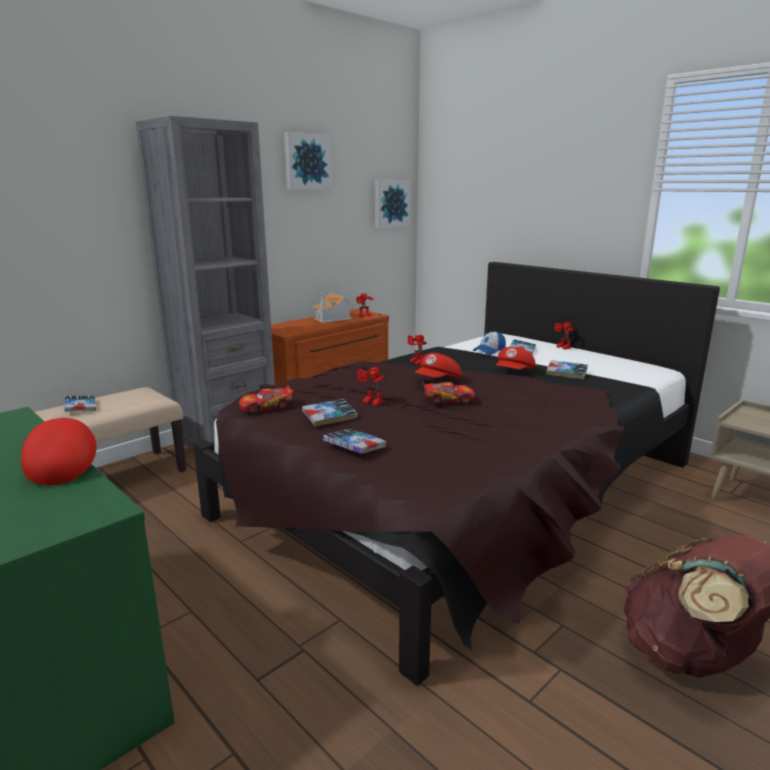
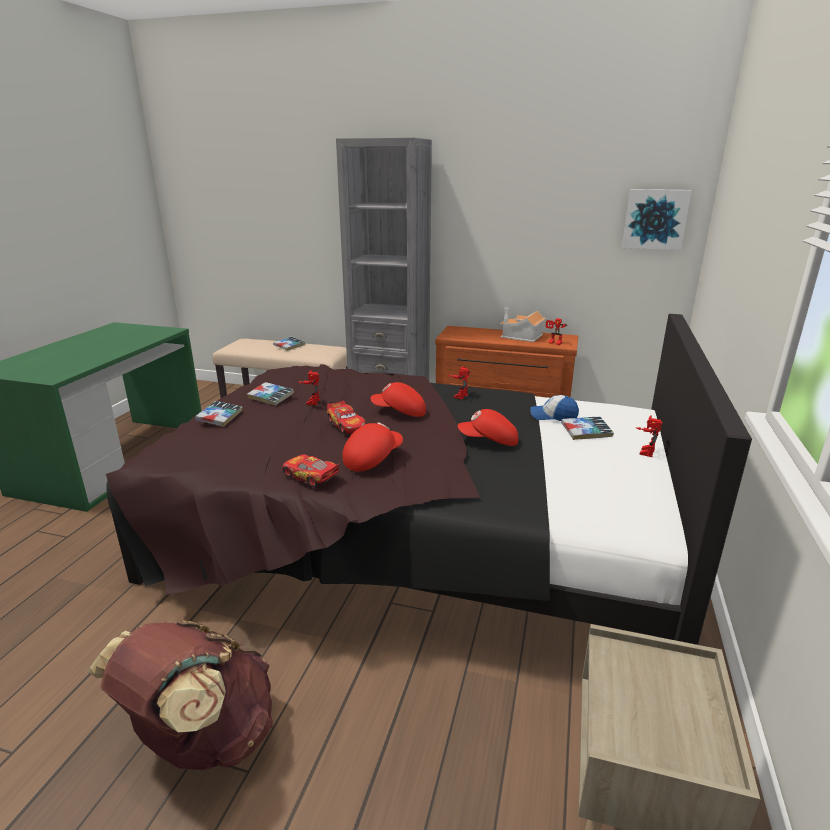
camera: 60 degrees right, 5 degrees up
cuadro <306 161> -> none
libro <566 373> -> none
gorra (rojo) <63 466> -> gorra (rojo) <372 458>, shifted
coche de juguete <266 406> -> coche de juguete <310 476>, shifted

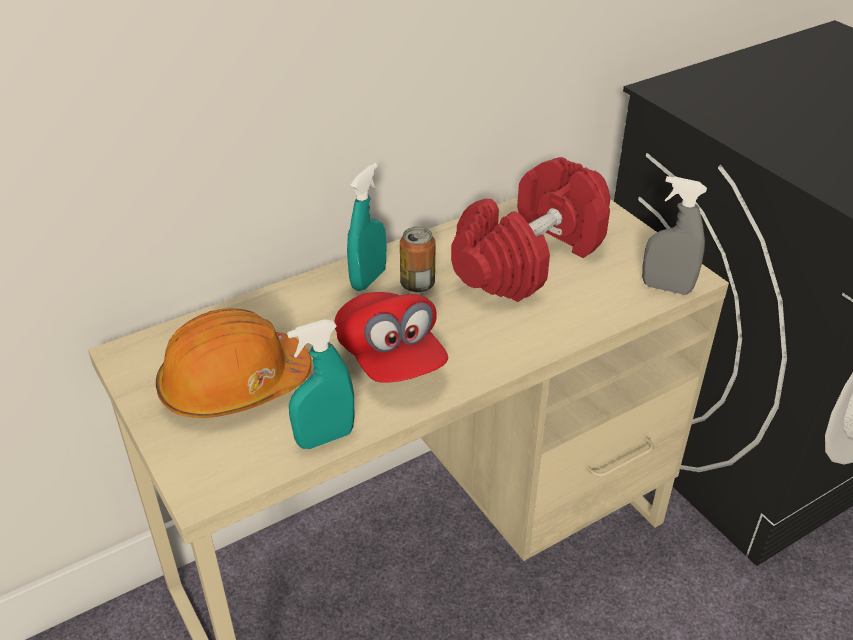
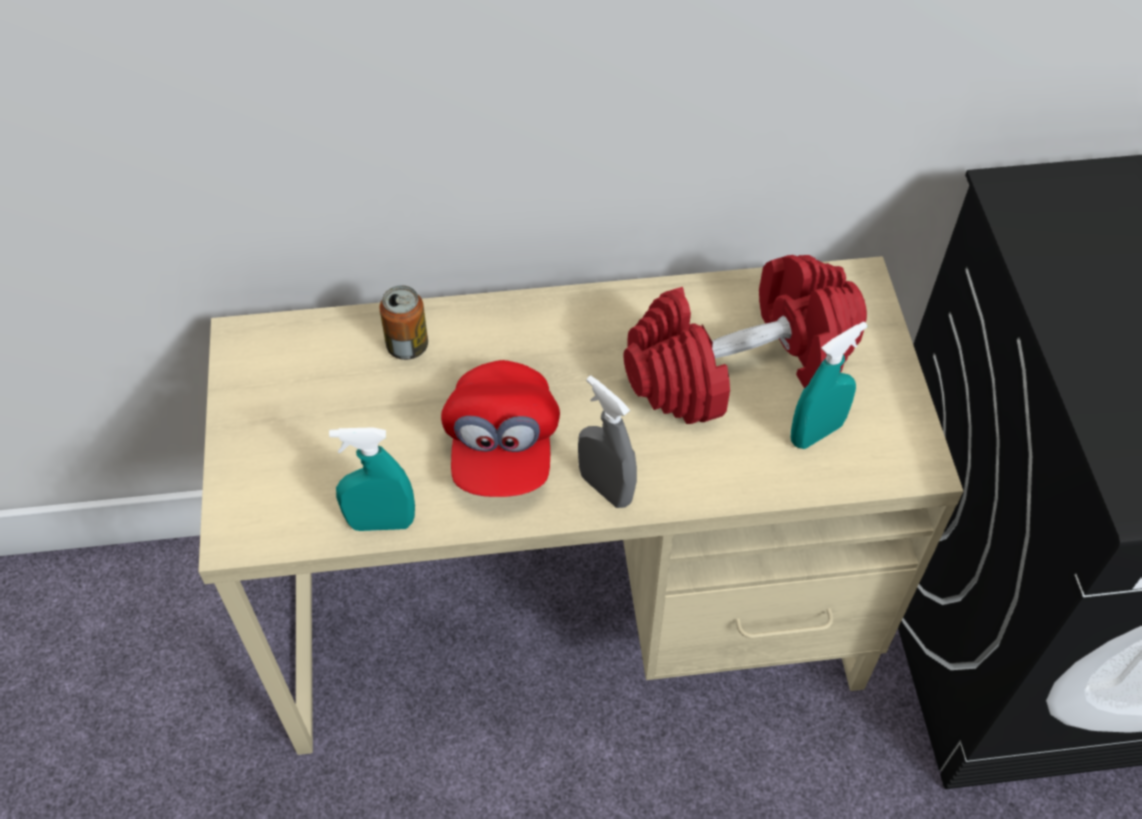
camera: 25 degrees right, 15 degrees up
casco (naranja) <234 385> -> none
pulverizador (turquesa) <368 279> -> pulverizador (turquesa) <816 433>, shifted
lata <417 284> -> lata <407 346>, shifted
pulverizador (gris) <666 288> -> pulverizador (gris) <605 488>, shifted

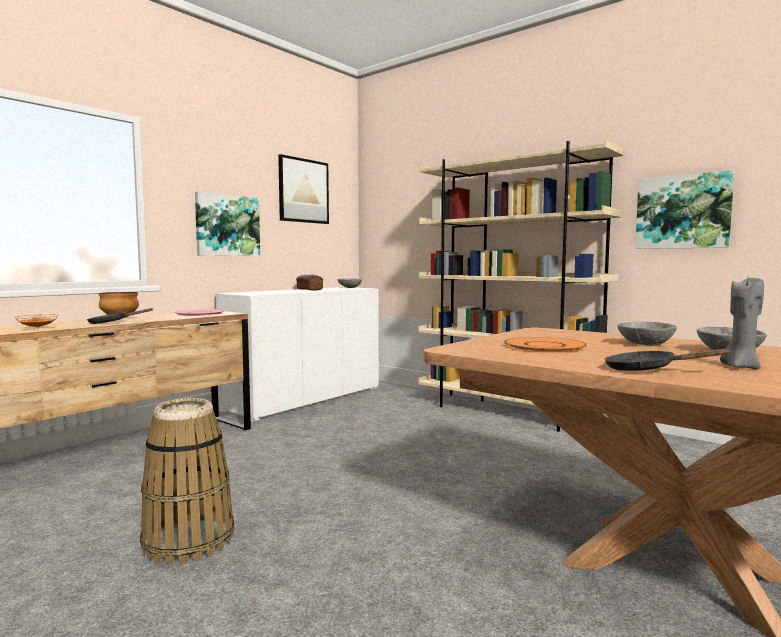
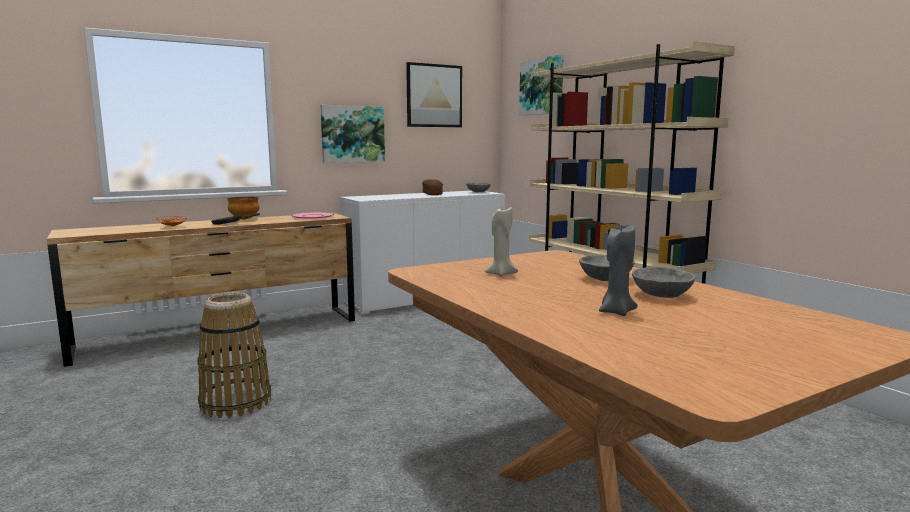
camera: 20 degrees right, 5 degrees up
sartén (negro) <647 370> -> none
cuadro <683 212> -> cuadro <542 86>, shifted
plato (naranja) <545 346> -> vela (beis) <501 274>

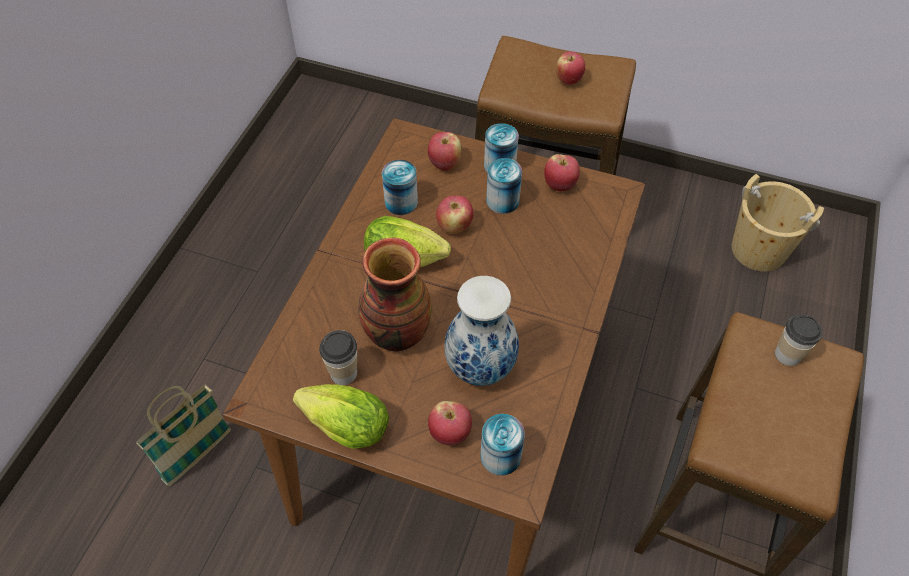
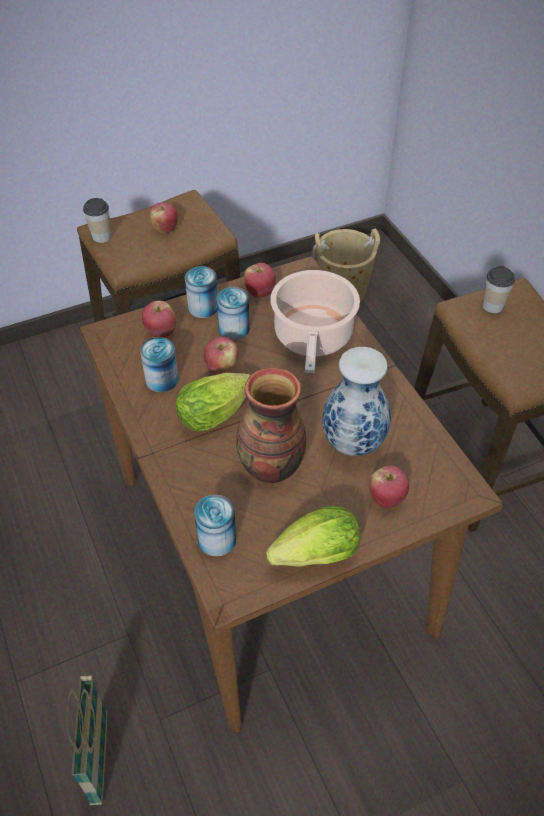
camera: 45 degrees left, 5 degrees down
none -> olla <312 338>
taza <343 373> -> taza <101 236>, shifted
lata <500 456> -> lata <217 539>, shifted

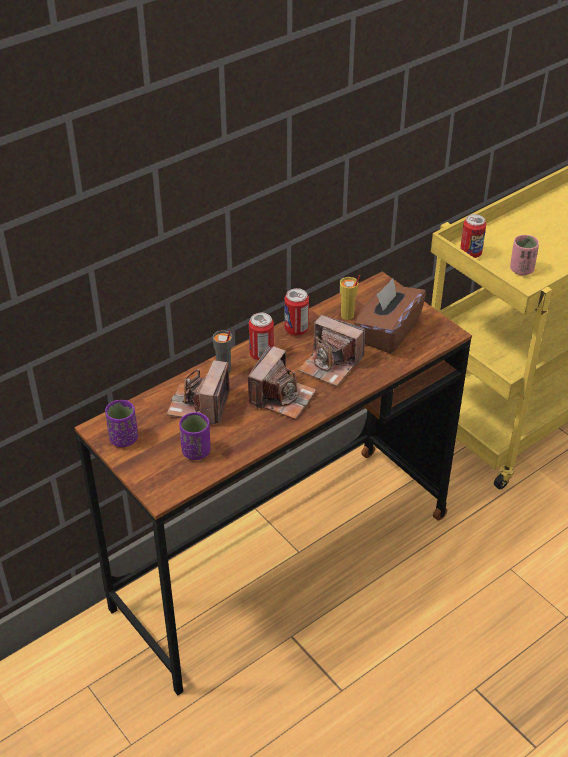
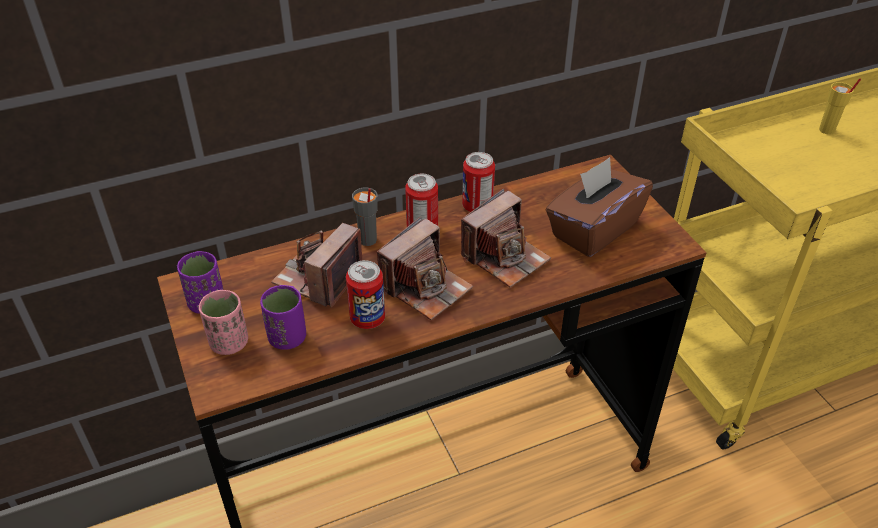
camera: 15 degrees right, 0 degrees up
taza (amarillo) <347 316> -> taza (amarillo) <827 130>, shifted
lata <470 253> -> lata <367 319>, shifted
taza (rosa) <521 270> -> taza (rosa) <229 343>, shifted
cámara <330 364> -> cámara <504 257>, 90 degrees counterclockwise

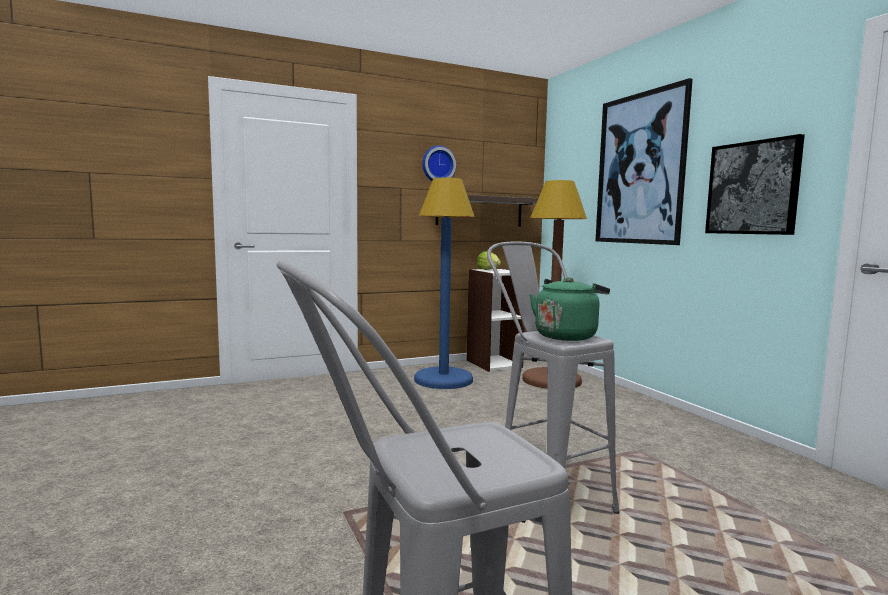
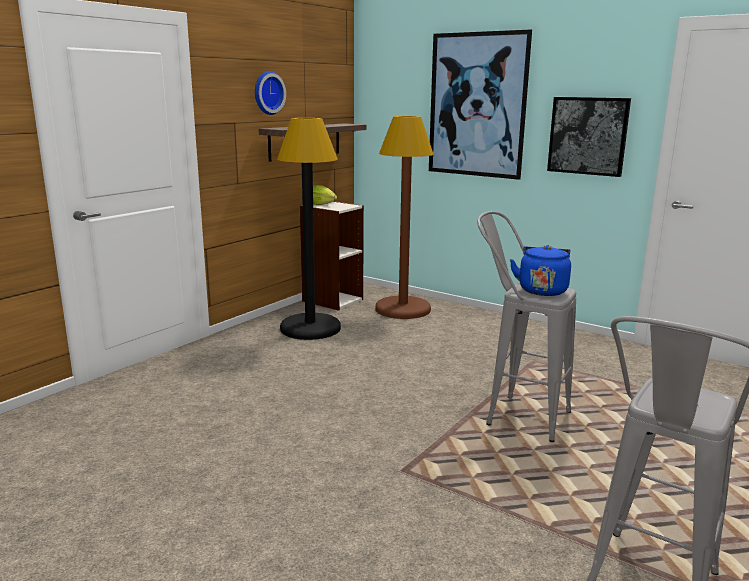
camera: 30 degrees left, 10 degrees up
lámpara de pie (azul) <443 380> -> lámpara de pie (negro) <310 328>
hervidor (verde) <567 336> -> hervidor (azul) <542 290>

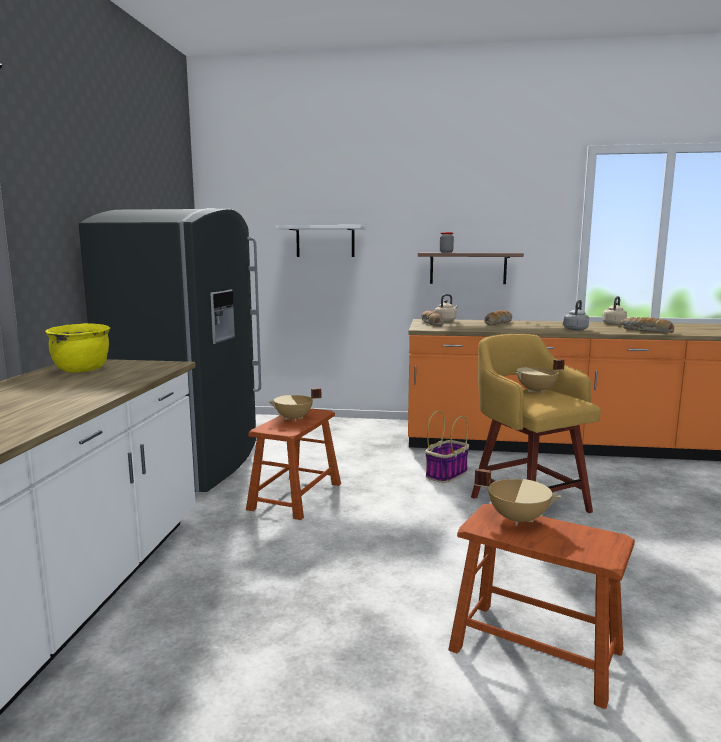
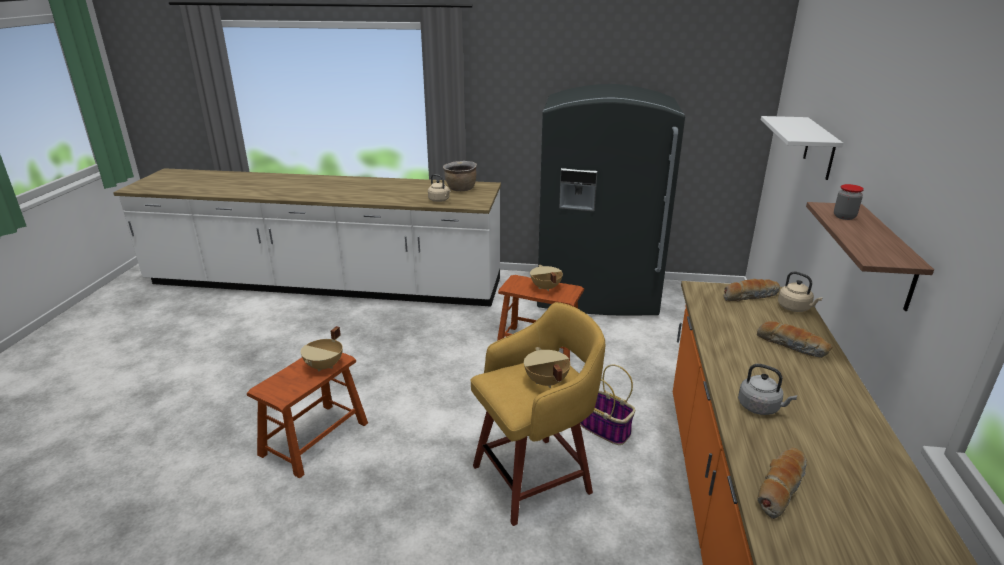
camera: 90 degrees right, 15 degrees up
hervidor (beis) <614 324> -> hervidor (beis) <440 200>, shifted
olla (amarillo) <82 370> -> olla (marrón) <461 189>

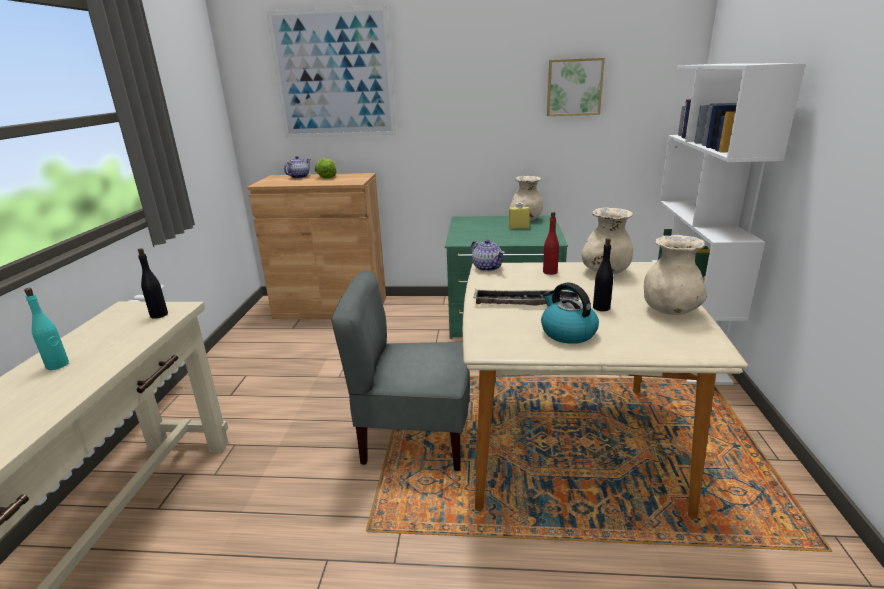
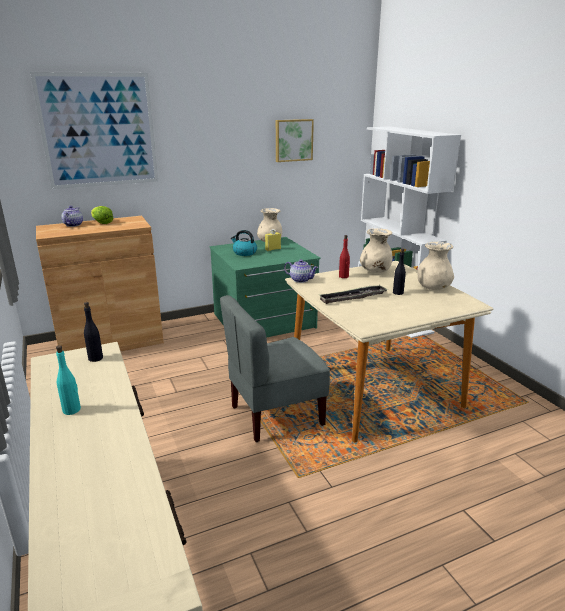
camera: 30 degrees left, 0 degrees up
hervidor <567 332> -> hervidor <244 253>, shifted

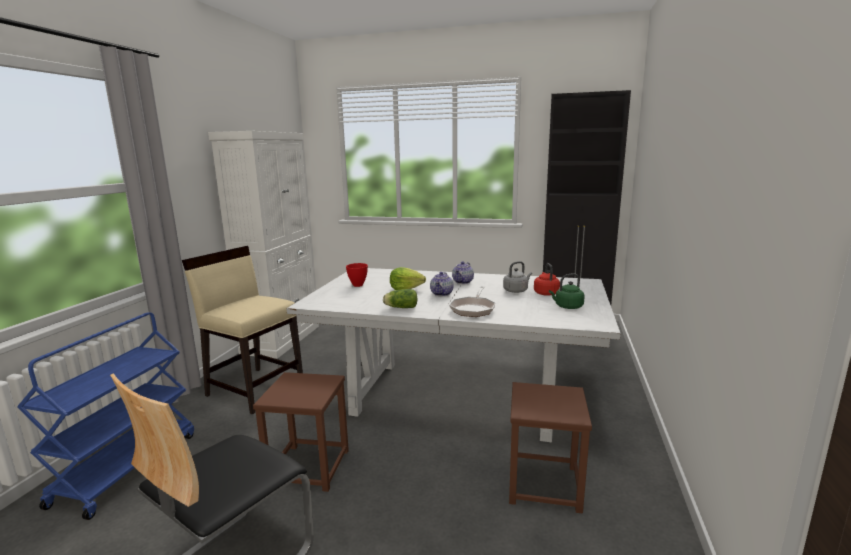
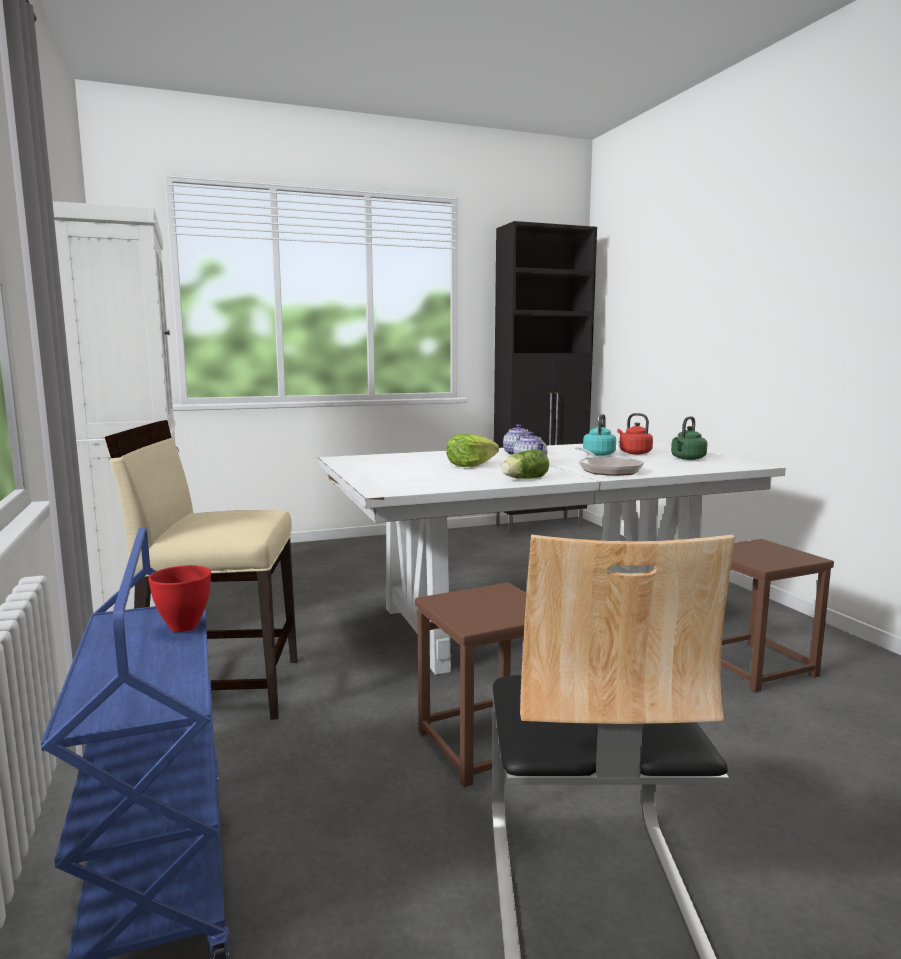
camera: 35 degrees left, 5 degrees down
cuenco (rojo) <357 285> -> cuenco (rojo) <183 626>, shifted
hervidor (gris) <516 290> -> hervidor (turquesa) <599 454>

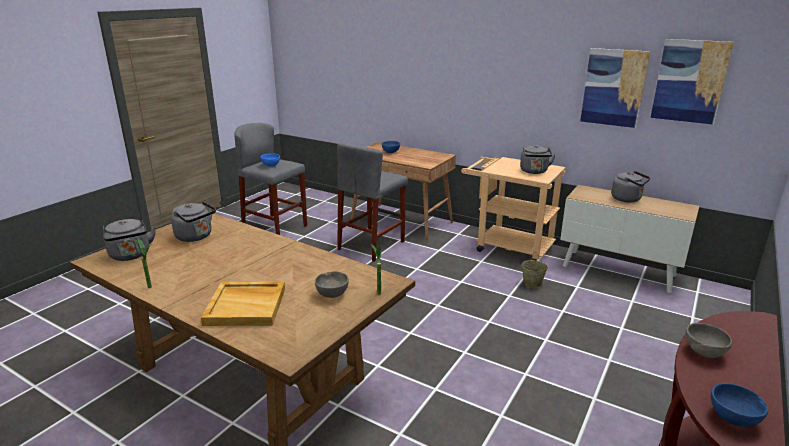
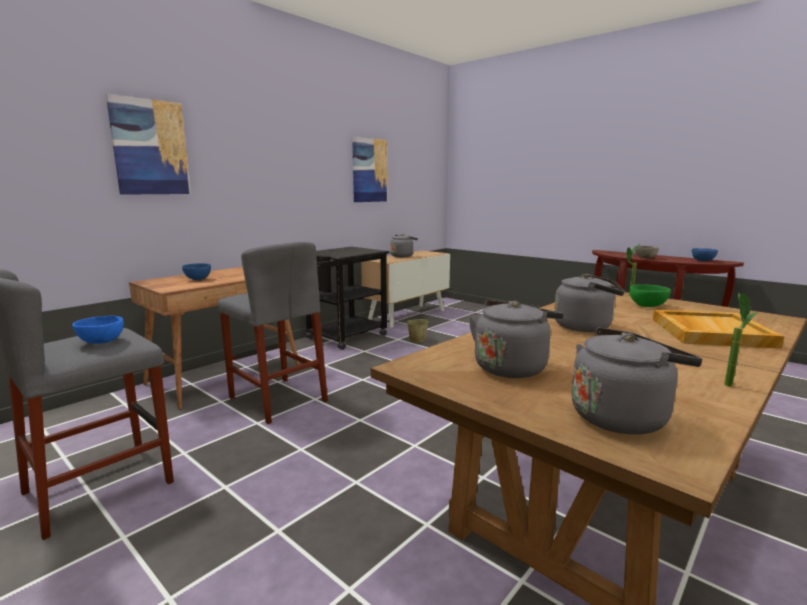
camera: 80 degrees left, 10 degrees down
hervidor (gris) <534 171> -> hervidor (gris) <586 327>, shifted
cuadro <690 81> -> cuadro <150 147>, shifted
cuenco (gris) <333 294> -> cuenco (verde) <646 306>
carrito (beis) <507 246> -> carrito (negro) <341 338>

